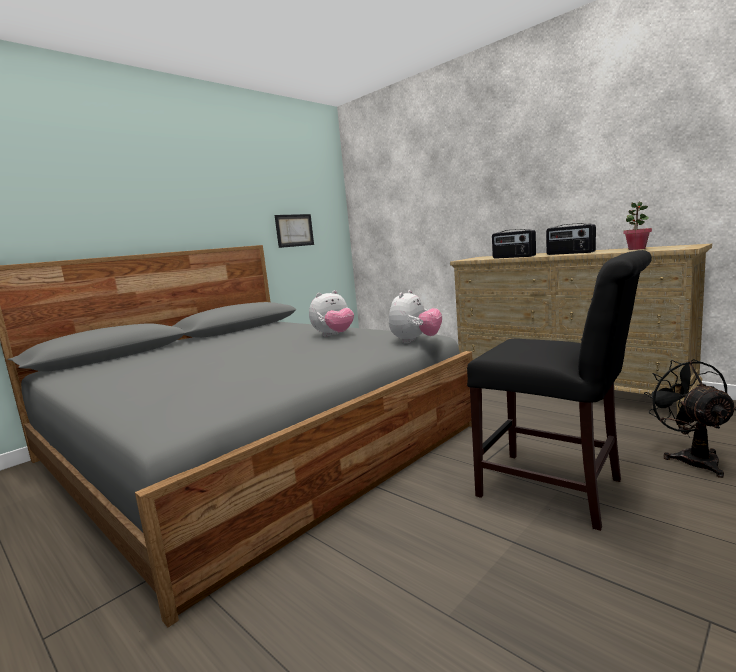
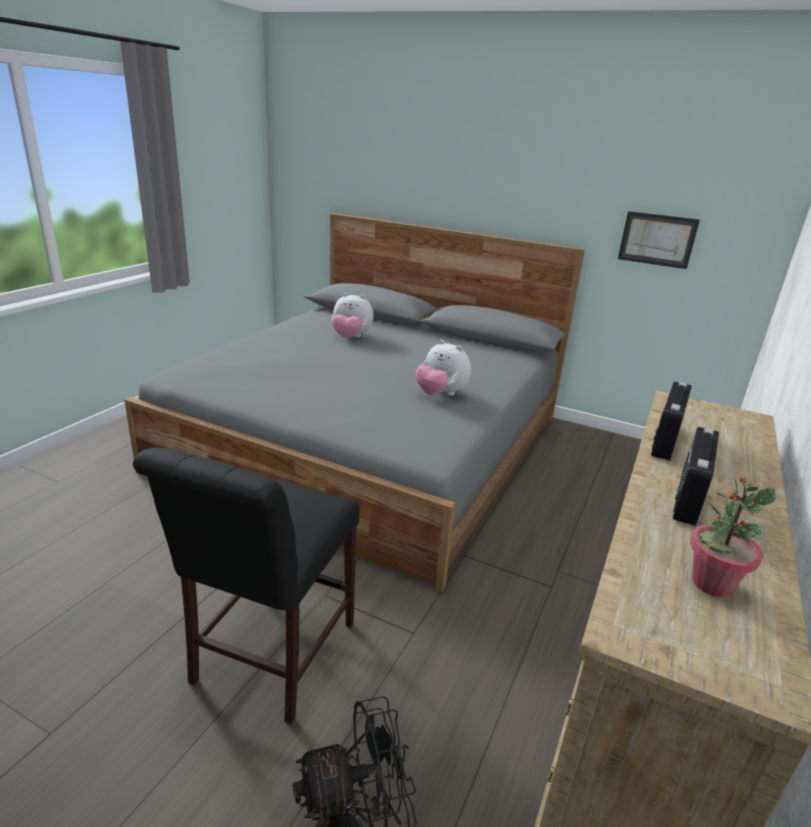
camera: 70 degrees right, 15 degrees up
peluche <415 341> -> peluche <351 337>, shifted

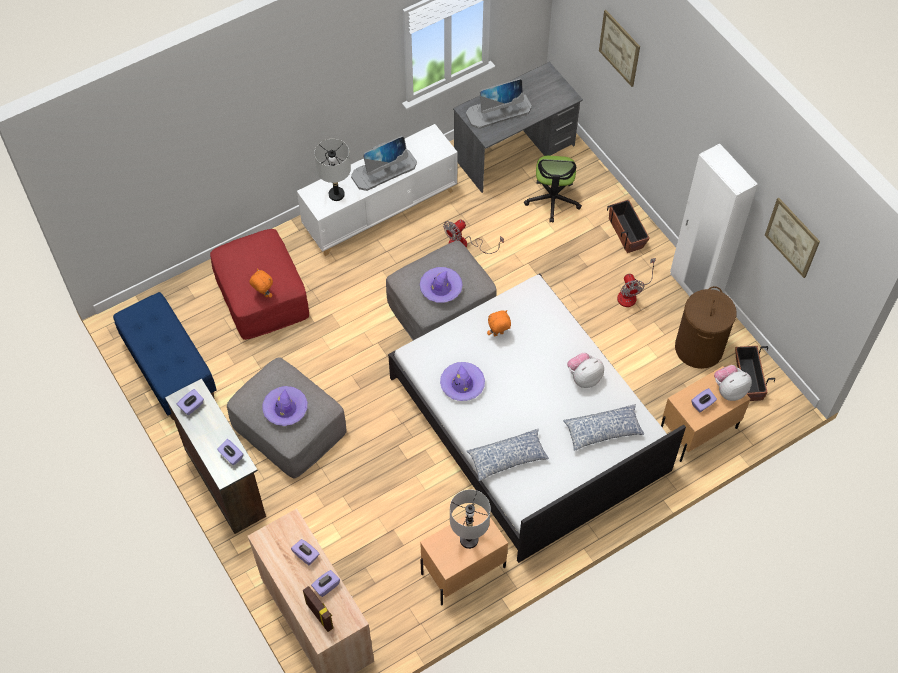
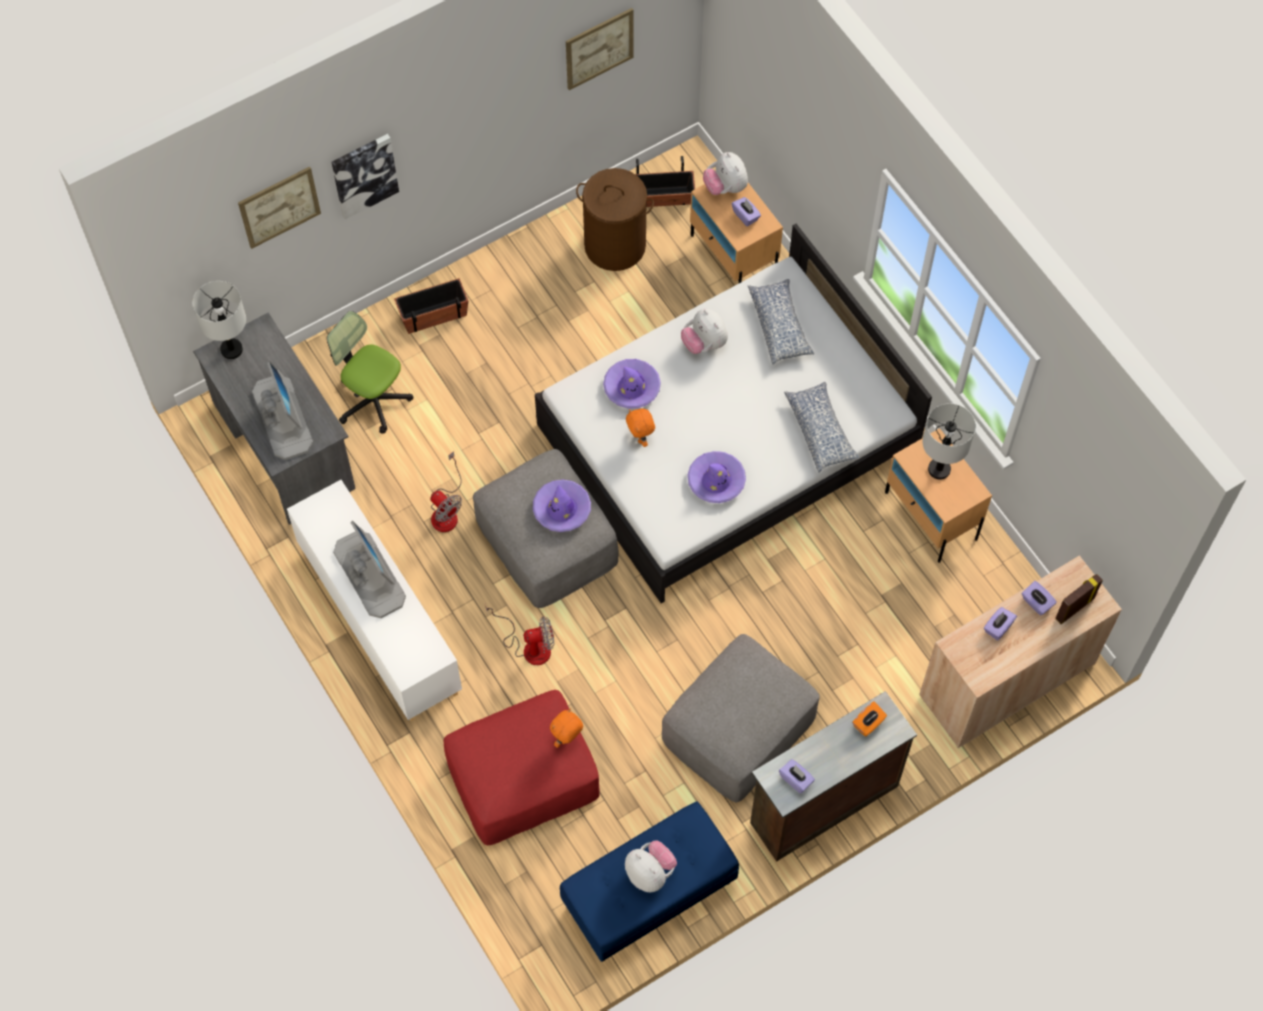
camera: 90 degrees left, 5 degrees up
armario ropero (blanco) <694 289> -> none
none -> cuadro <364 175>
none -> peluche <650 873>
sombrero (morado) <285 408> -> sombrero (morado) <632 387>, shifted
lámpara de mesa (gris) <336 194> -> lámpara de mesa (gris) <232 350>, shifted
ventilador <631 294> -> ventilador <529 646>, shifted
caja de pañuelos (morado) <231 456> -> caja de pañuelos (naranja) <868 723>
silla de oficina <552 200> -> silla de oficina <373 400>, 150 degrees counterclockwise

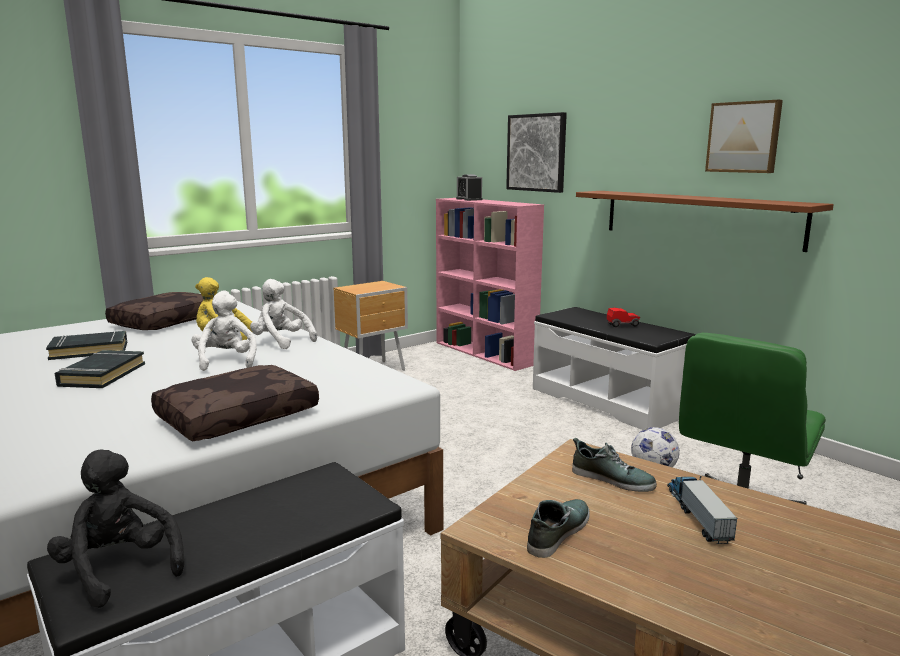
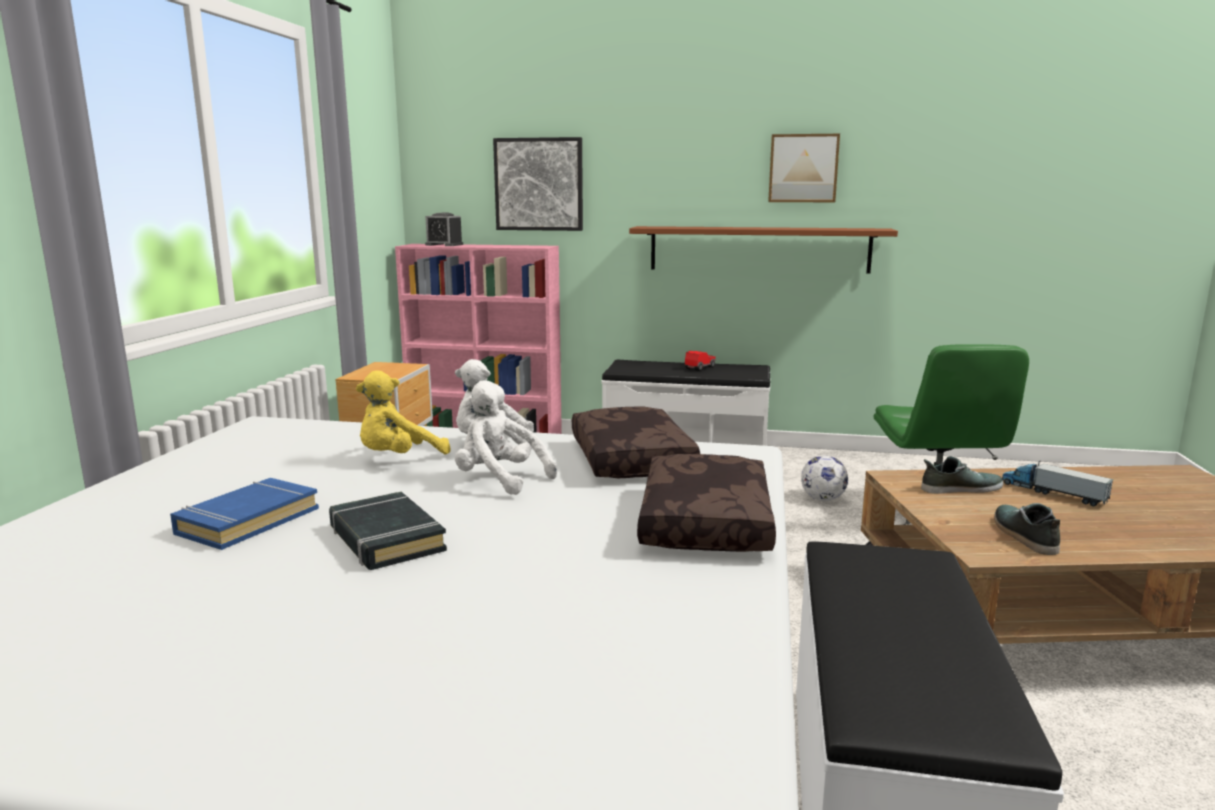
camera: 40 degrees left, 0 degrees up
peluche (negro) <119 569> -> none
cojín (marrón) <164 321> -> cojín (marrón) <628 459>, shifted
libro (negro) <89 350> -> libro (azul) <247 521>

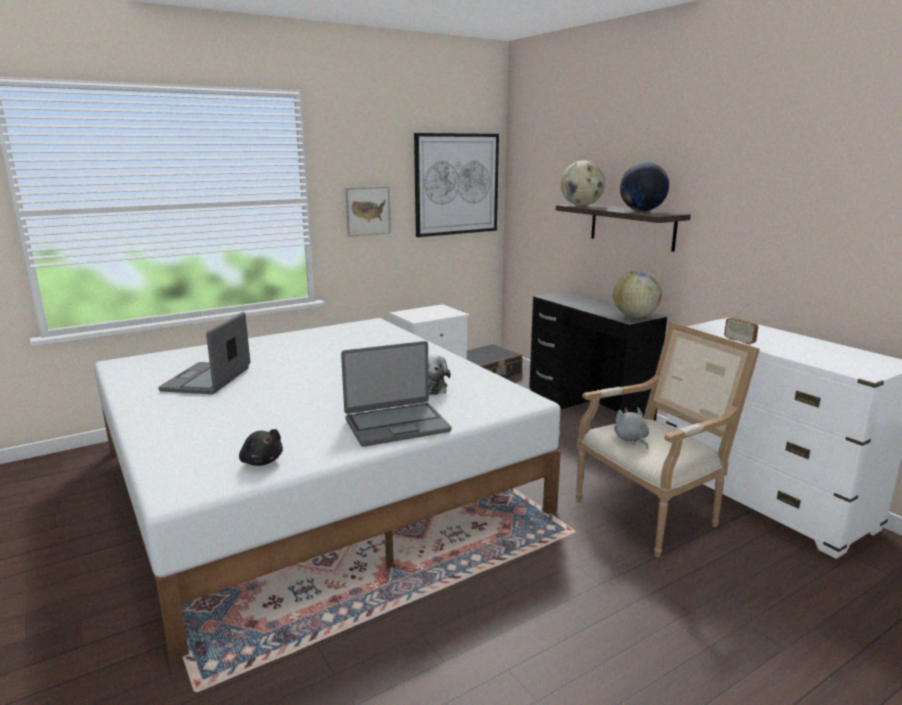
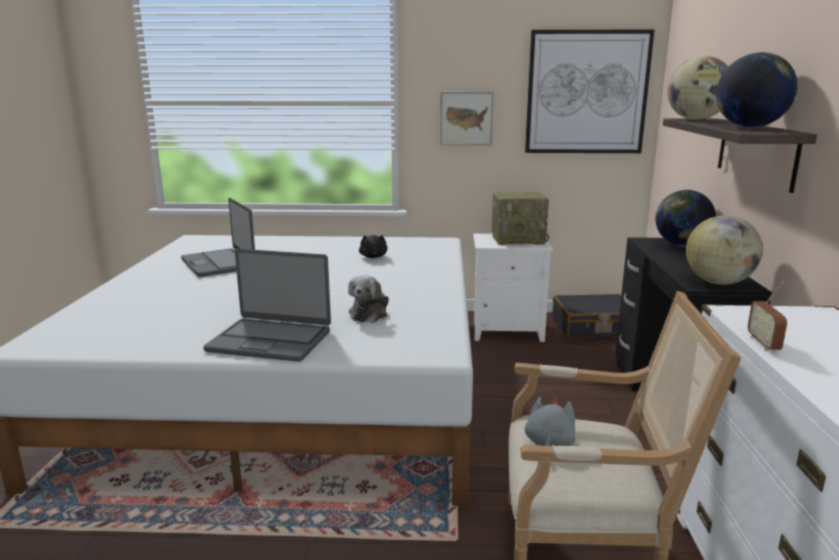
camera: 35 degrees right, 0 degrees up
none -> radio <518 239>
none -> globo terráqueo <681 245>
peluche (negro) <261 461> -> peluche (negro) <373 257>, shifted
portátil <208 379> -> portátil <219 264>, 75 degrees counterclockwise

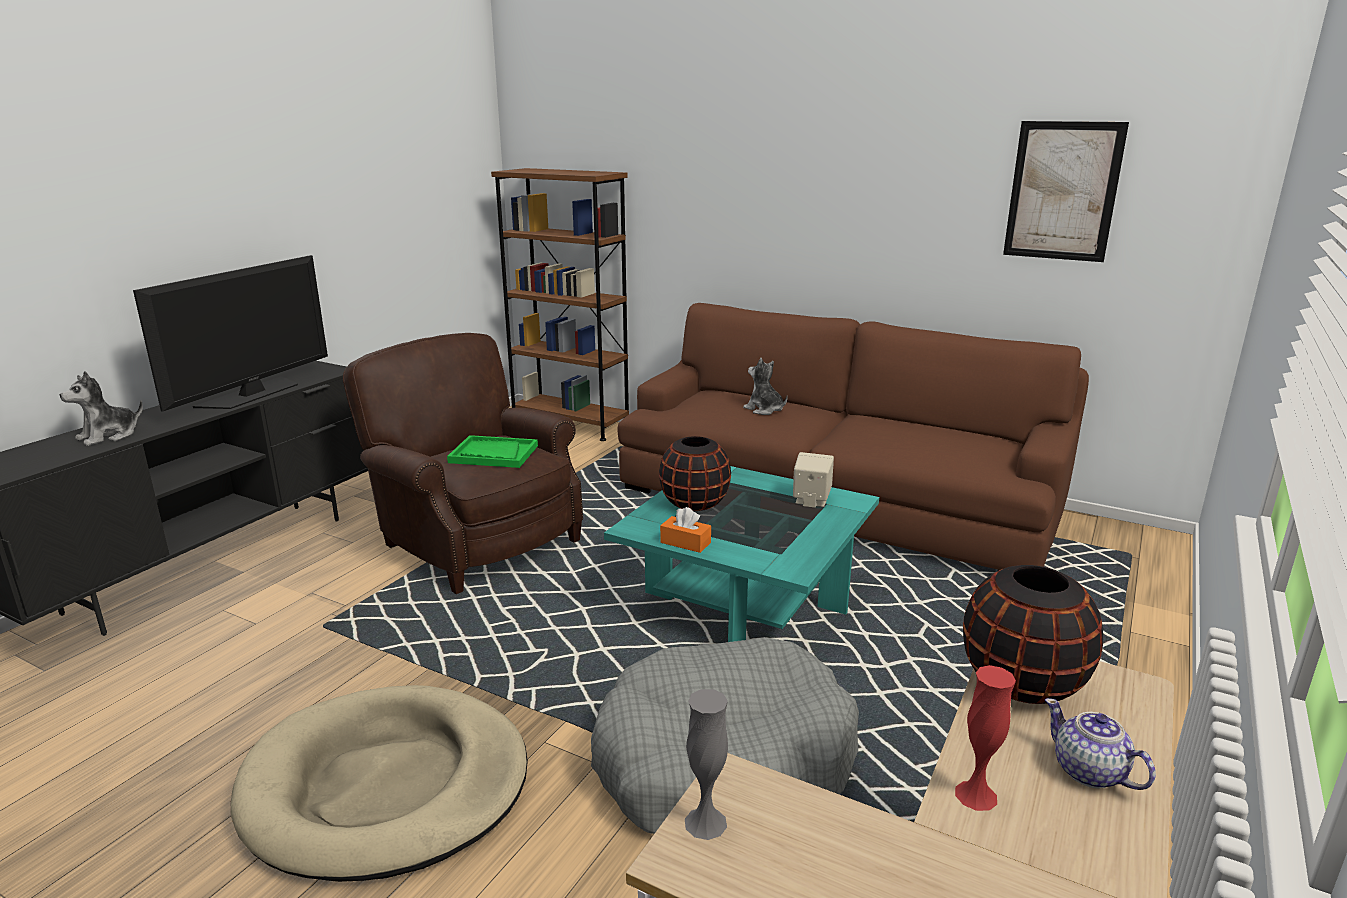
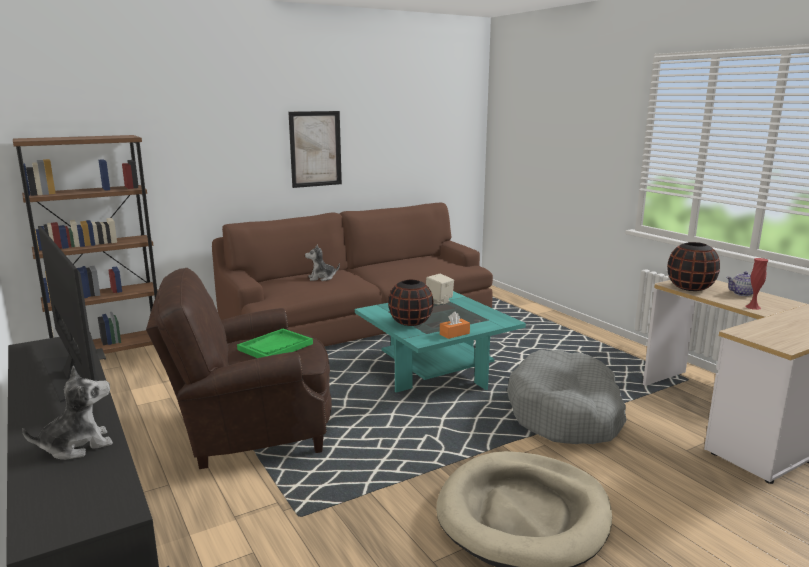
camera: 60 degrees left, 5 degrees down
florero (gris) <705 823> -> none
cuadro <1063 191> -> cuadro <315 149>, shifted
peluche <109 436> -> peluche <77 445>, 105 degrees counterclockwise

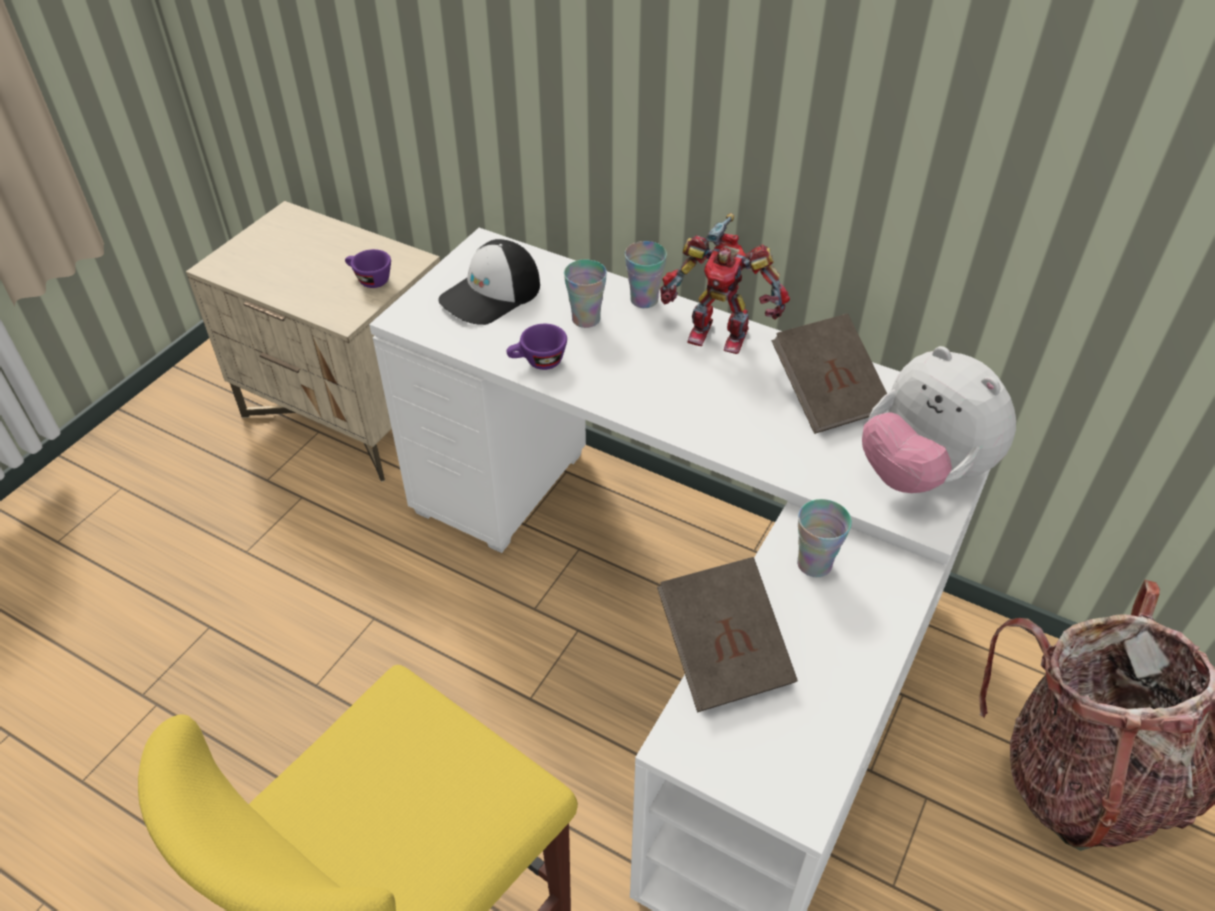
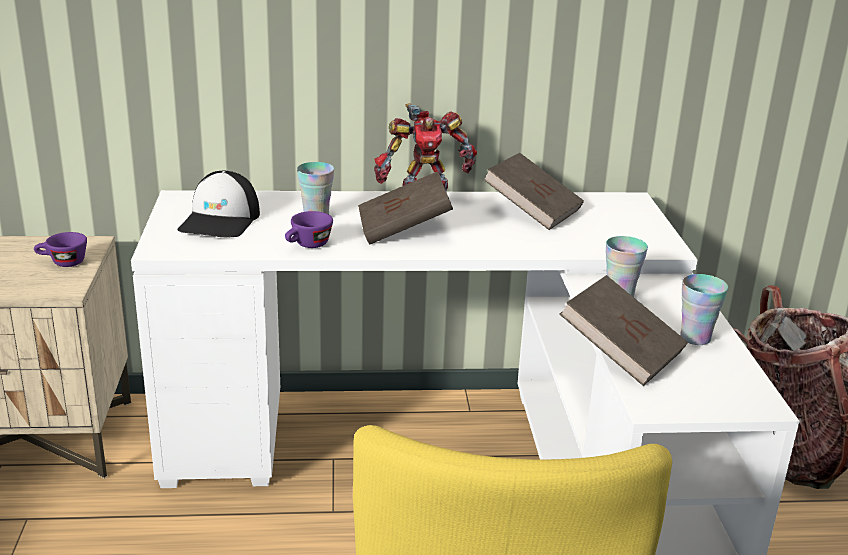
camera: 35 degrees left, 20 degrees down
peluche <922 472> -> none
none -> libro (marrón) <403 230>
taza <644 300> -> taza <695 338>, shifted

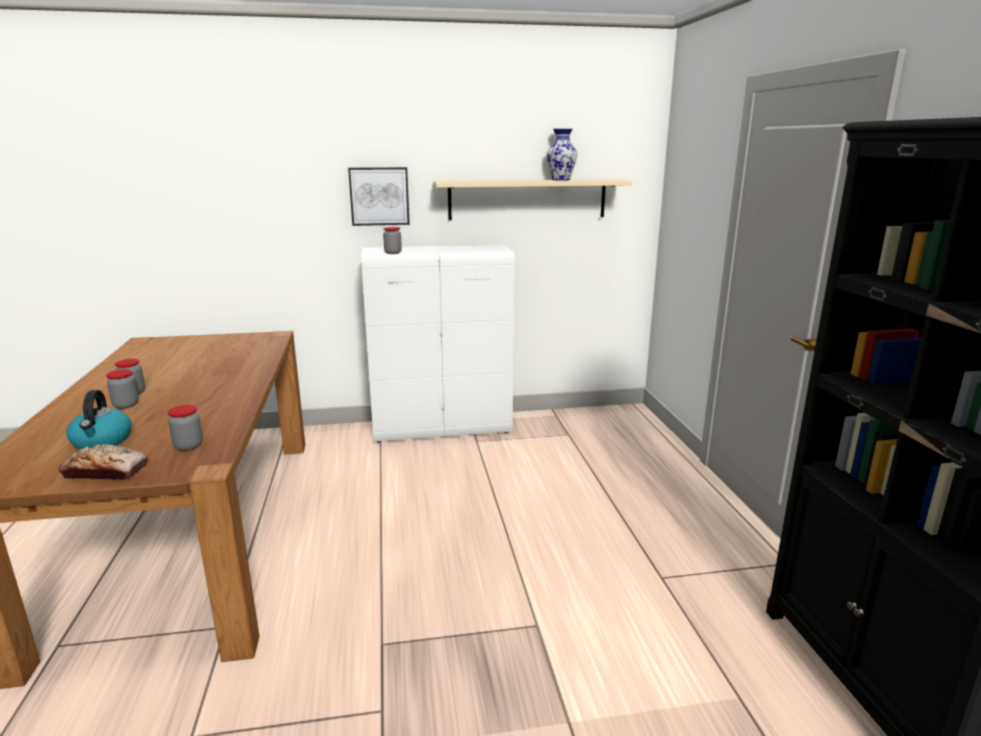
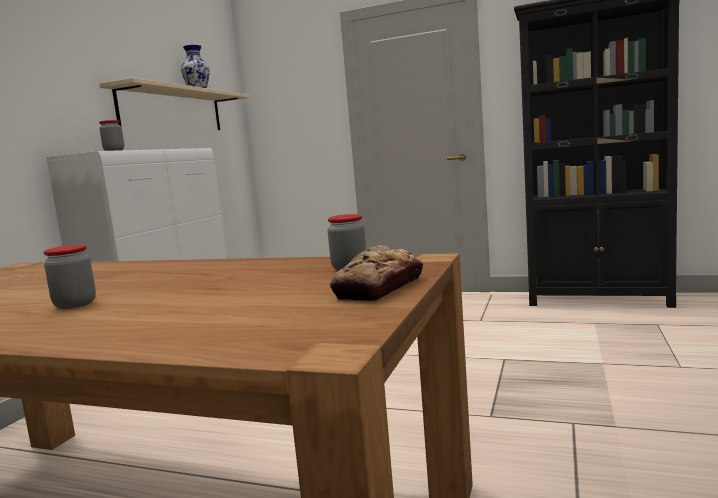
camera: 60 degrees left, 10 degrees down
hervidor <102 441> -> none
tarro <126 405> -> none
cuadro <379 196> -> none

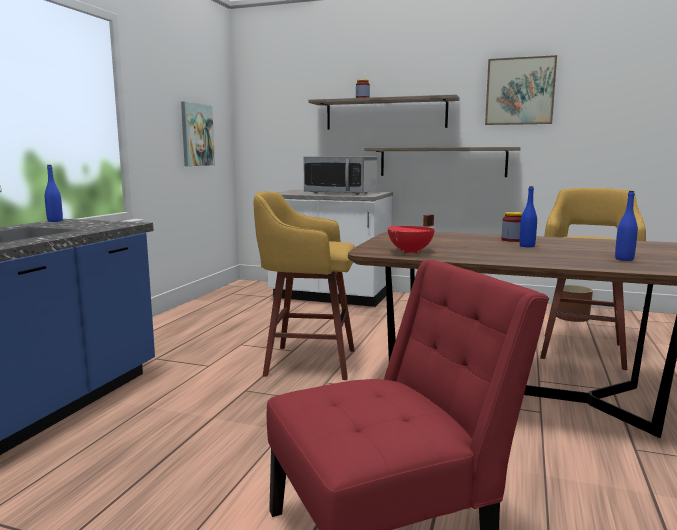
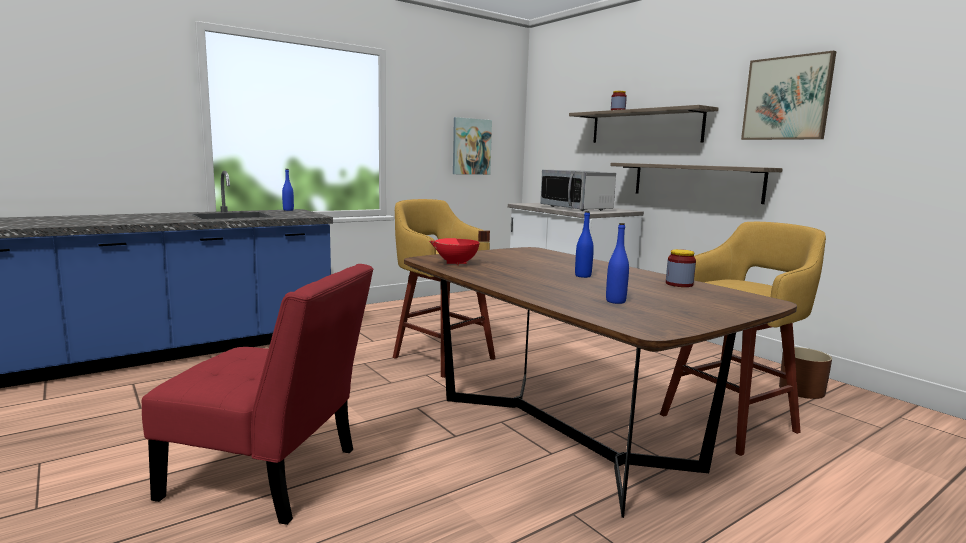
camera: 35 degrees right, 0 degrees up
tarro <512 240> -> tarro <679 284>, shifted

